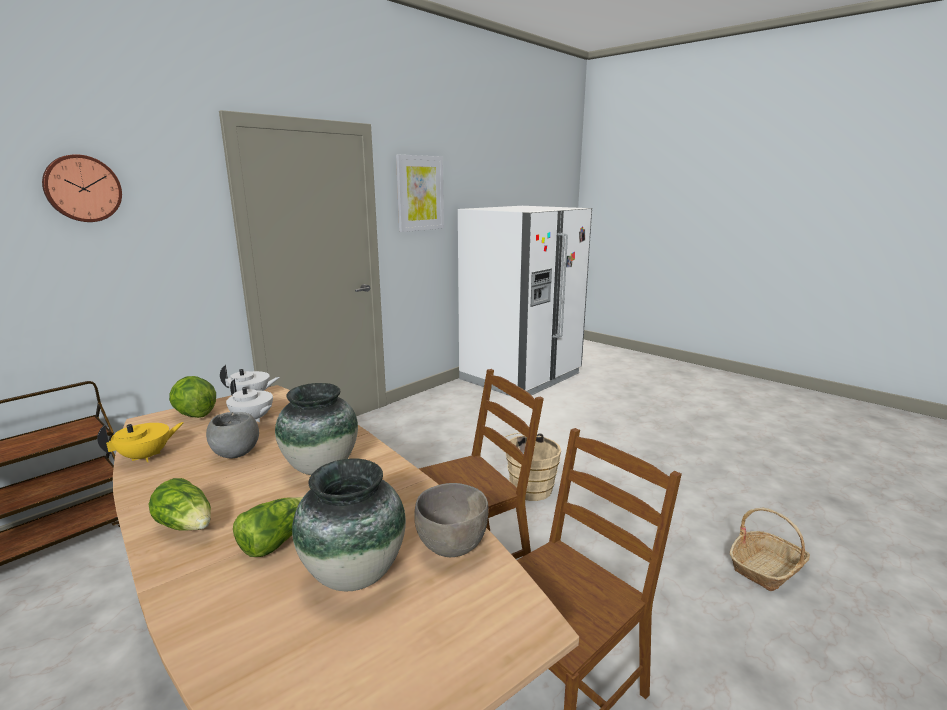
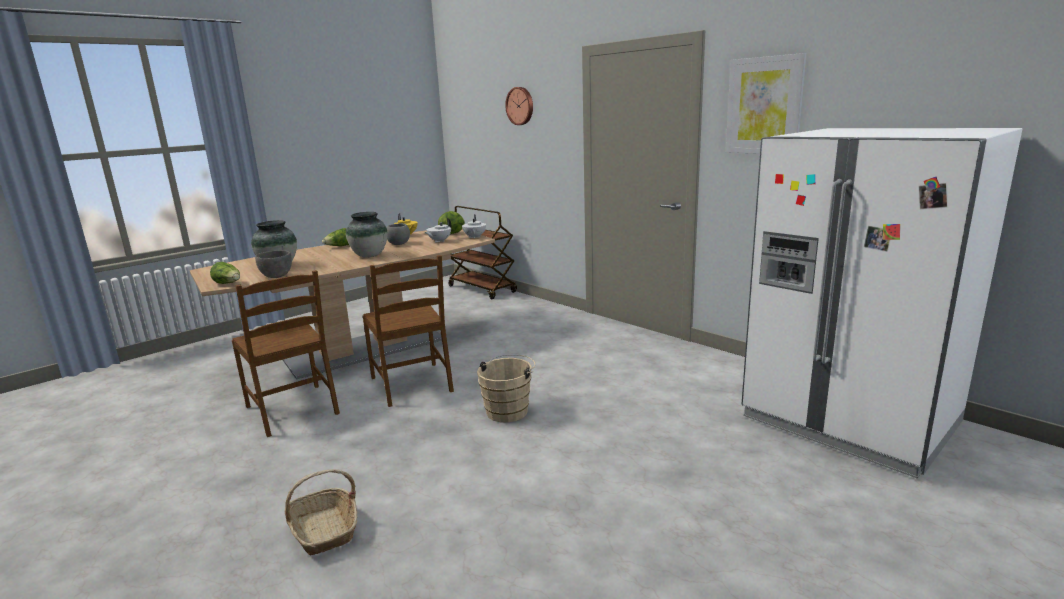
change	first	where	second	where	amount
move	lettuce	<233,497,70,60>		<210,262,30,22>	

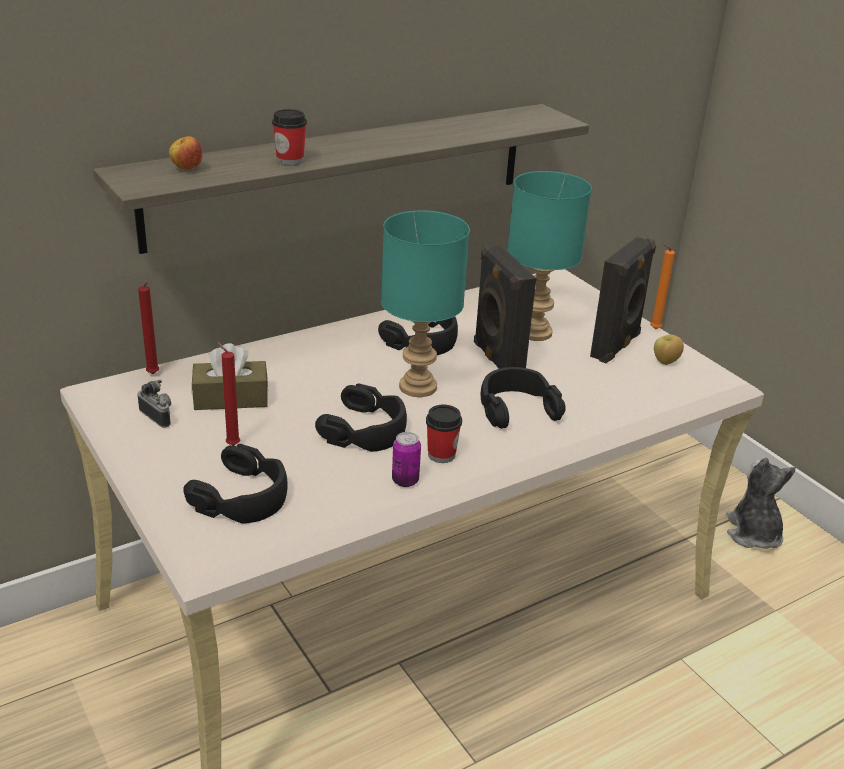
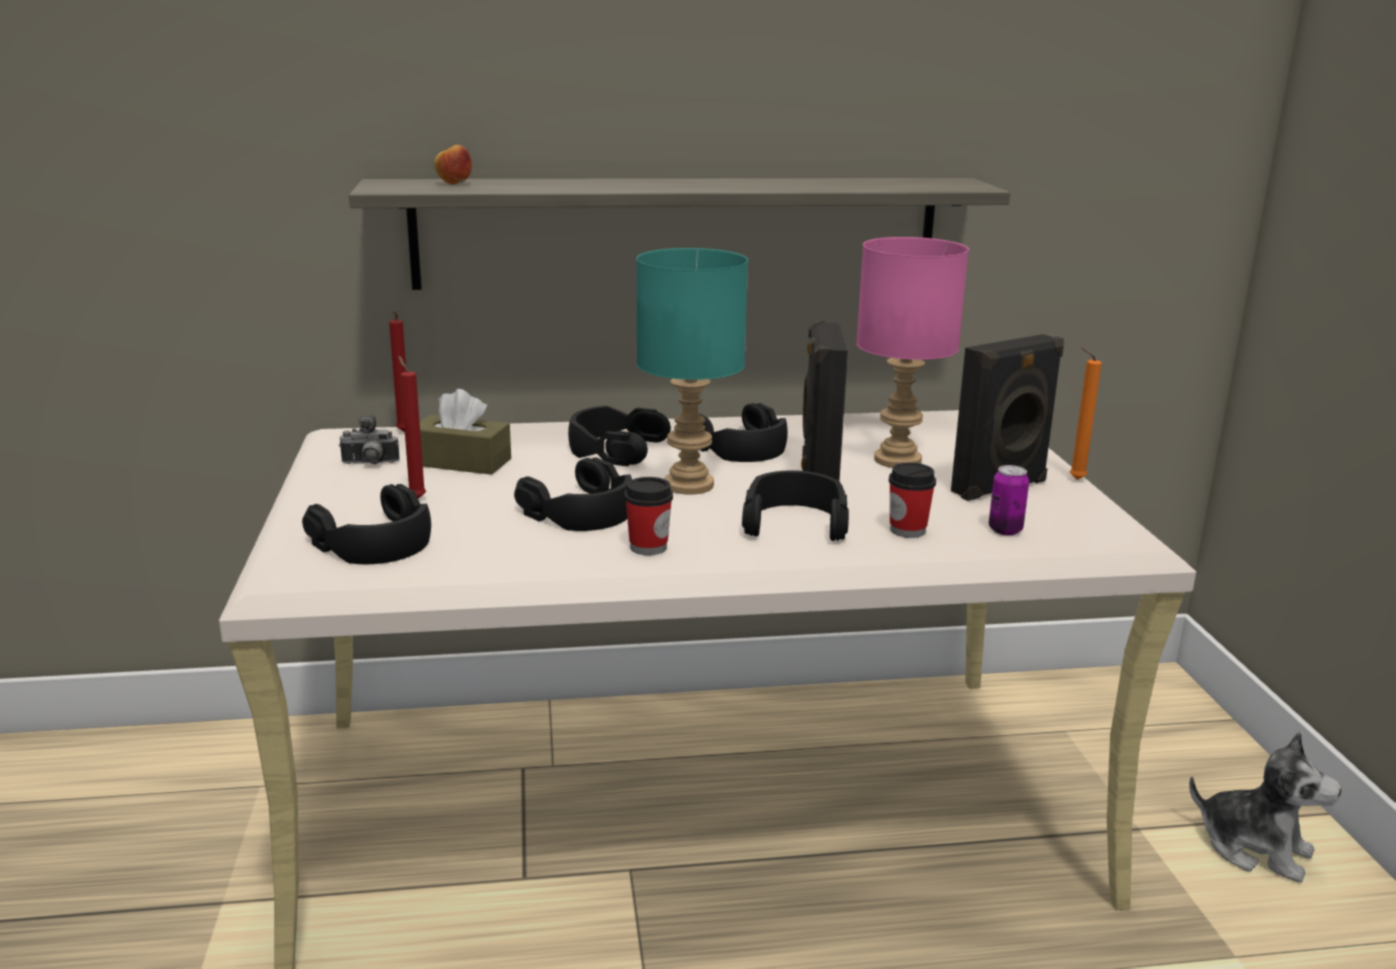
change	first	where	second	where	amount
delete	apple	<654,335,30,30>			
insert			black headphones	<568,406,103,60>	
move	cup	<272,109,35,56>		<889,463,47,75>	
move	can	<392,432,29,55>		<989,465,40,70>	
recolor	turquoise table lamp	<507,171,85,170>	pink table lamp	<856,237,113,231>	
rotate	photo camera	<138,380,33,48>		<339,414,61,50>	105 degrees clockwise
rotate	plush toy	<726,457,70,92>		<1189,732,152,151>	105 degrees clockwise

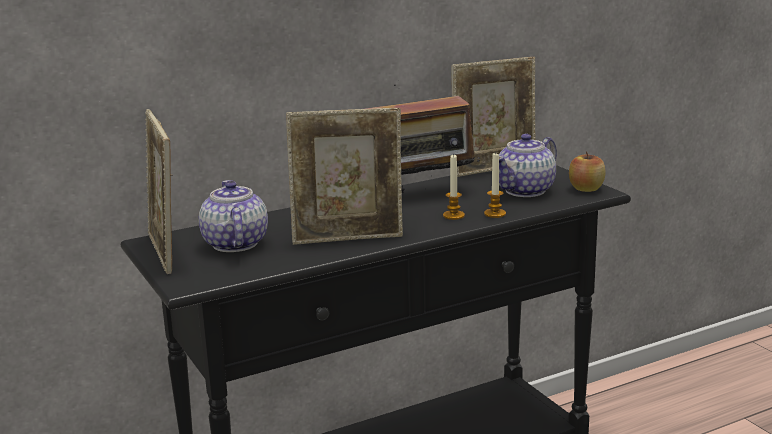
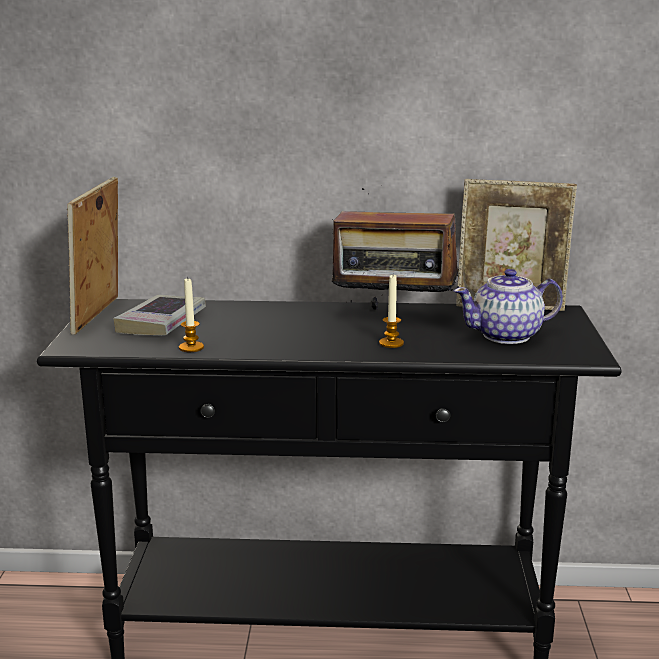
change	first	where	second	where	amount
delete	picture frame	<286,108,117,137>			
delete	apple	<569,151,36,41>			
move	candle	<484,153,22,65>		<179,278,25,74>	
replace	teapot	<199,180,69,72>	book	<113,295,93,40>	

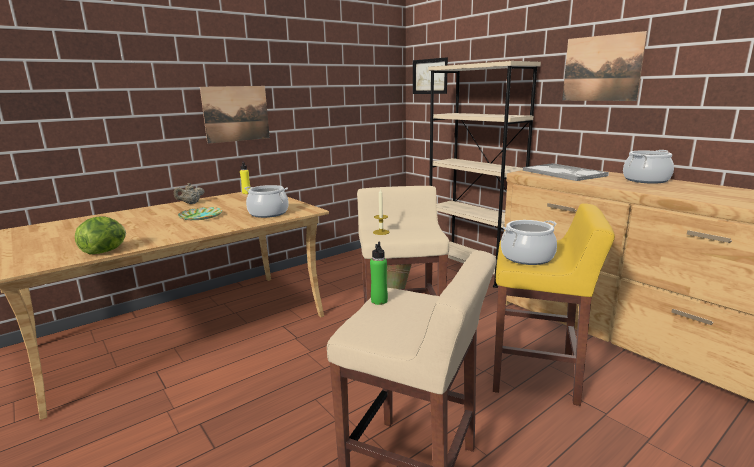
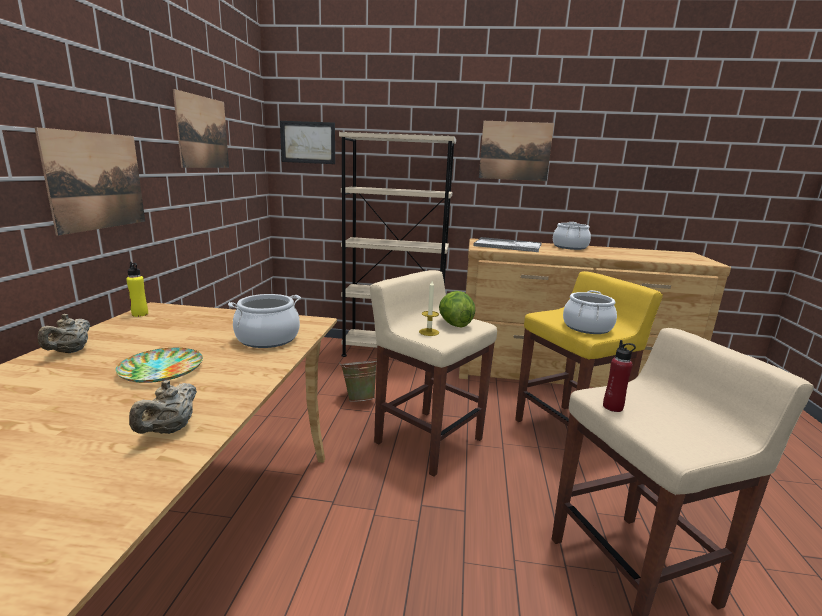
change	first	where	second	where	amount
insert			beige teapot	<129,380,68,54>	
insert			picture	<173,89,56,79>	
move	lettuce	<75,216,51,38>		<439,291,36,37>	
recolor	green bottle	<370,241,18,64>	red bottle	<603,340,33,72>	

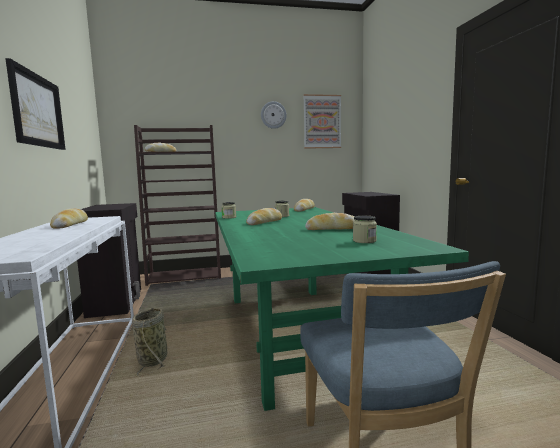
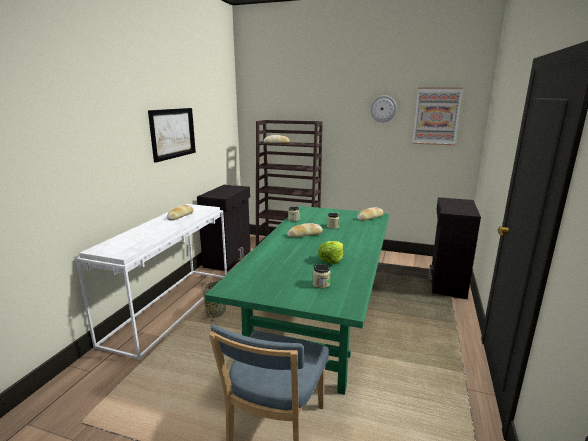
change	first	where	second	where	amount
replace	bread	<305,213,50,17>	lettuce	<318,241,25,23>	

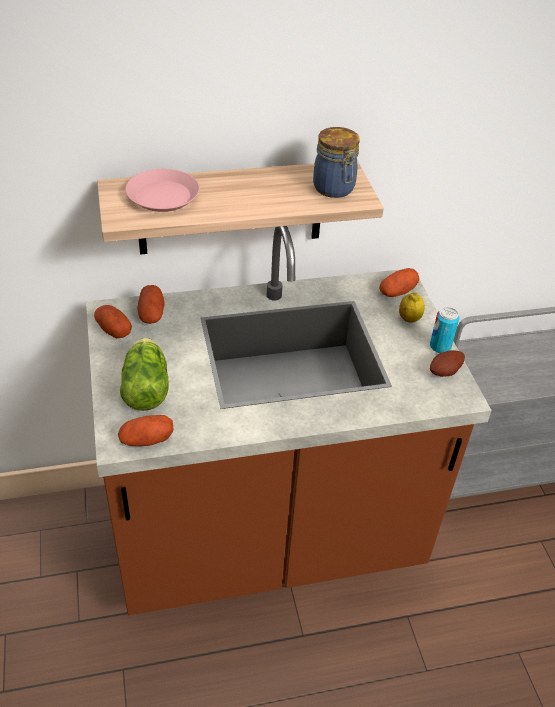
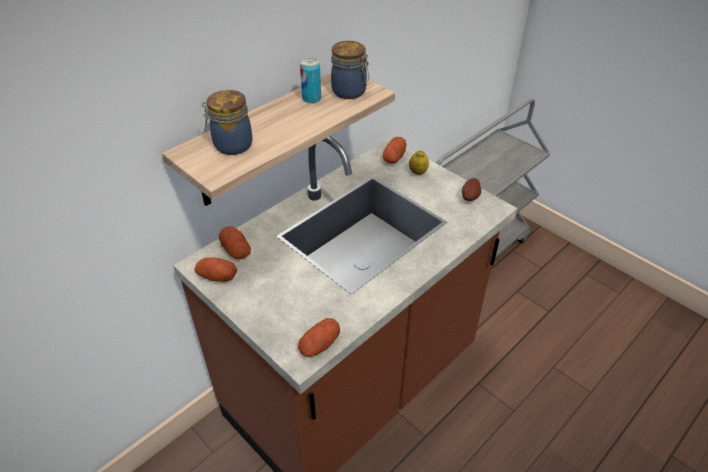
change	first	where	second	where	amount
delete	lettuce	<120,338,49,73>			
move	can	<430,307,29,46>		<300,58,21,45>	
replace	pink plate	<125,169,75,43>	jar	<202,90,51,65>	

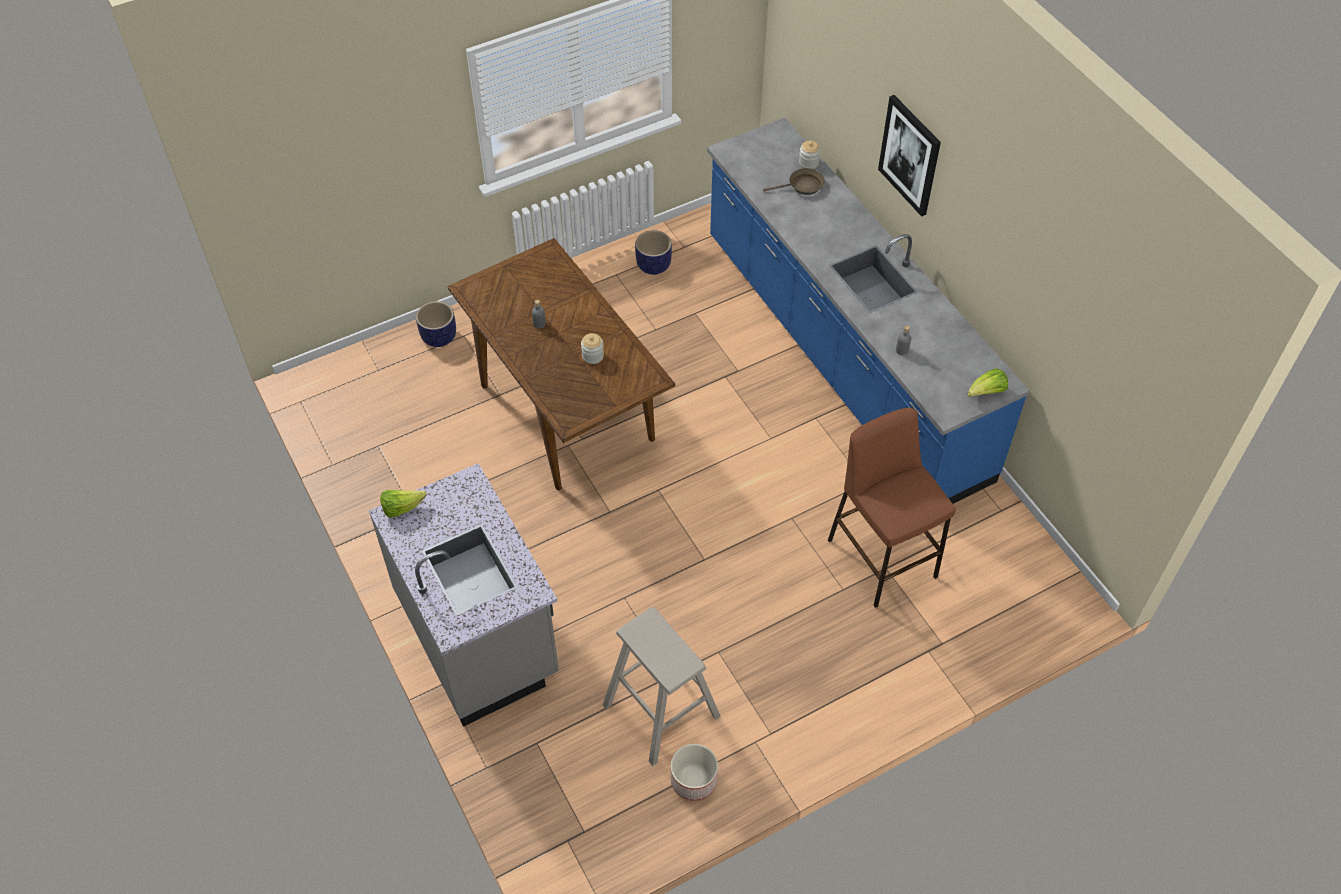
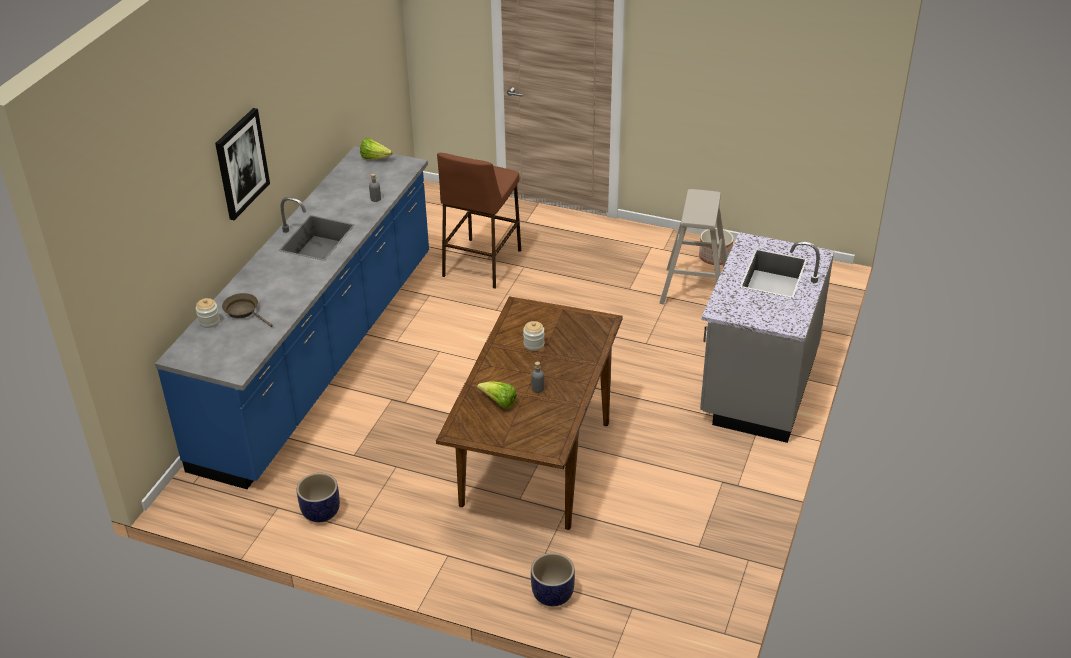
change	first	where	second	where	amount
move	lettuce	<380,490,47,28>		<477,381,40,28>	

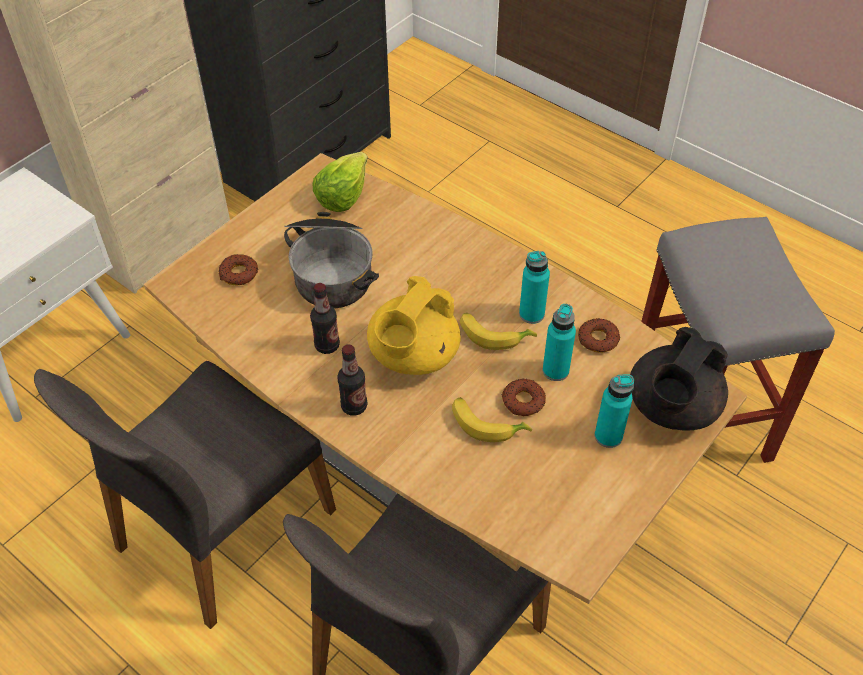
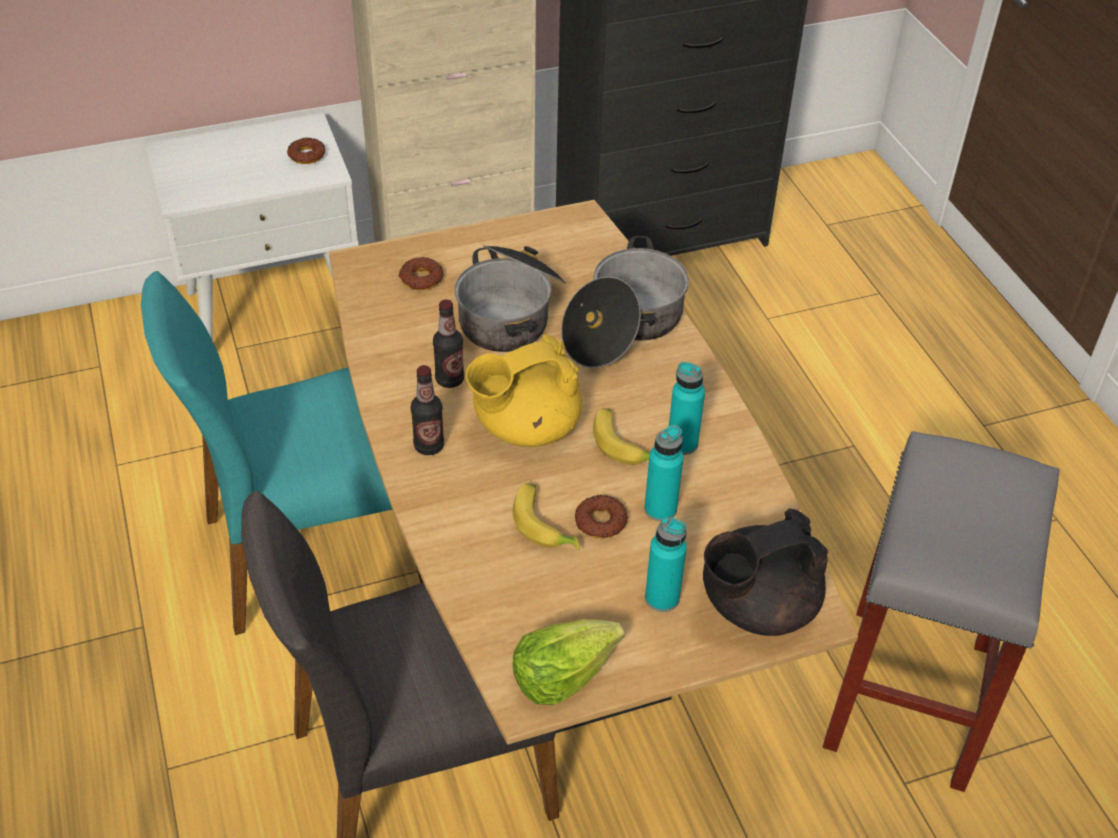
change	first	where	second	where	amount
insert			cooking pot	<561,236,128,132>	
move	lettuce	<313,152,55,60>		<512,619,113,86>	
move	donut	<578,318,42,35>		<287,137,39,27>	
recolor	grey chair	<34,361,302,268>	turquoise chair	<141,271,282,364>	

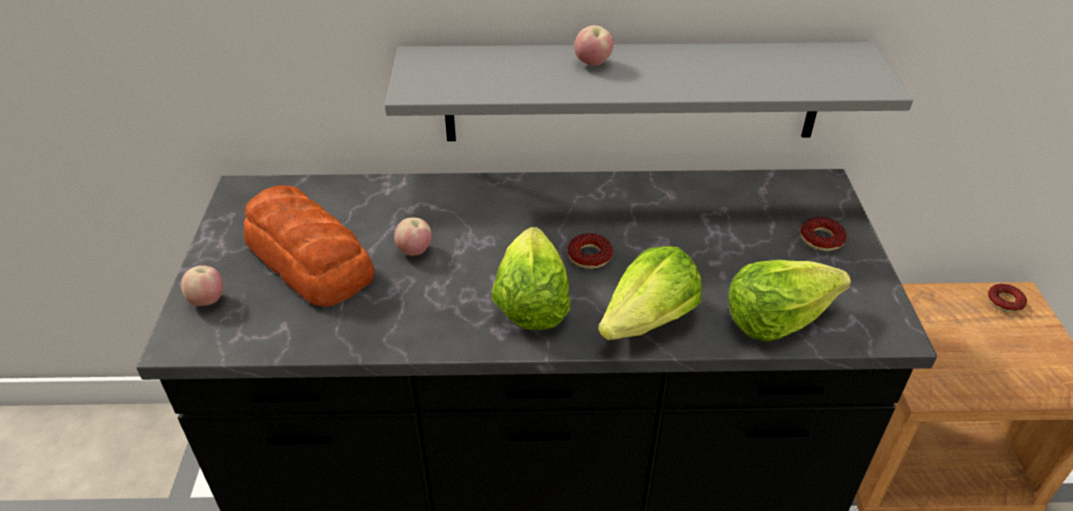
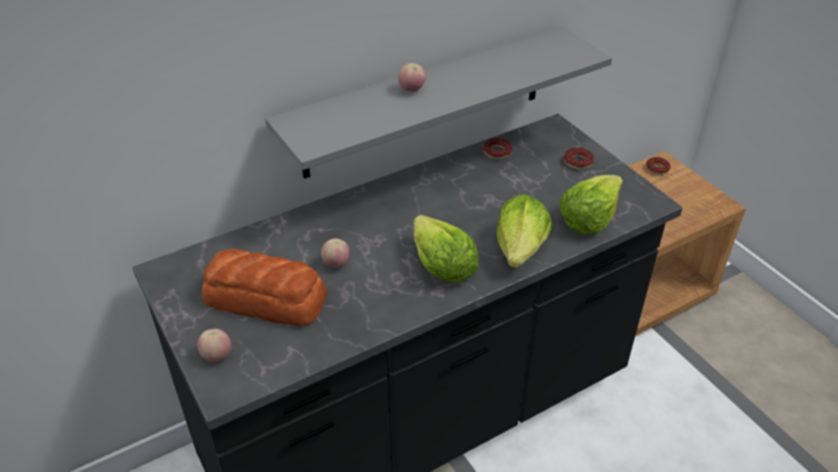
change	first	where	second	where	amount
move	donut	<567,233,46,36>		<483,138,29,21>	

